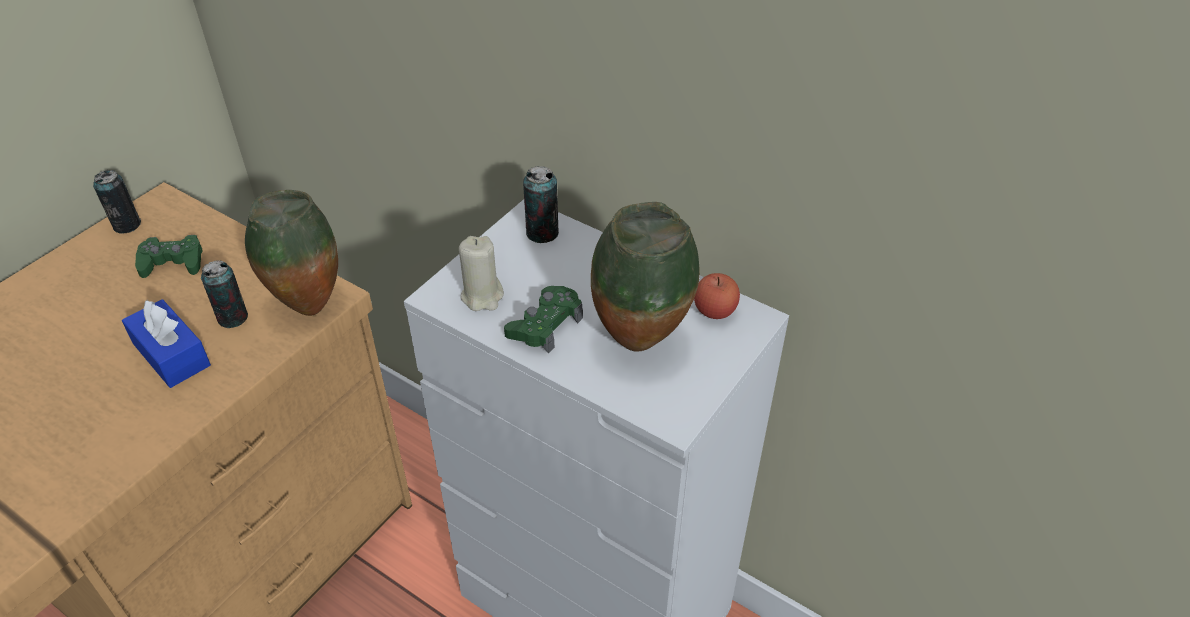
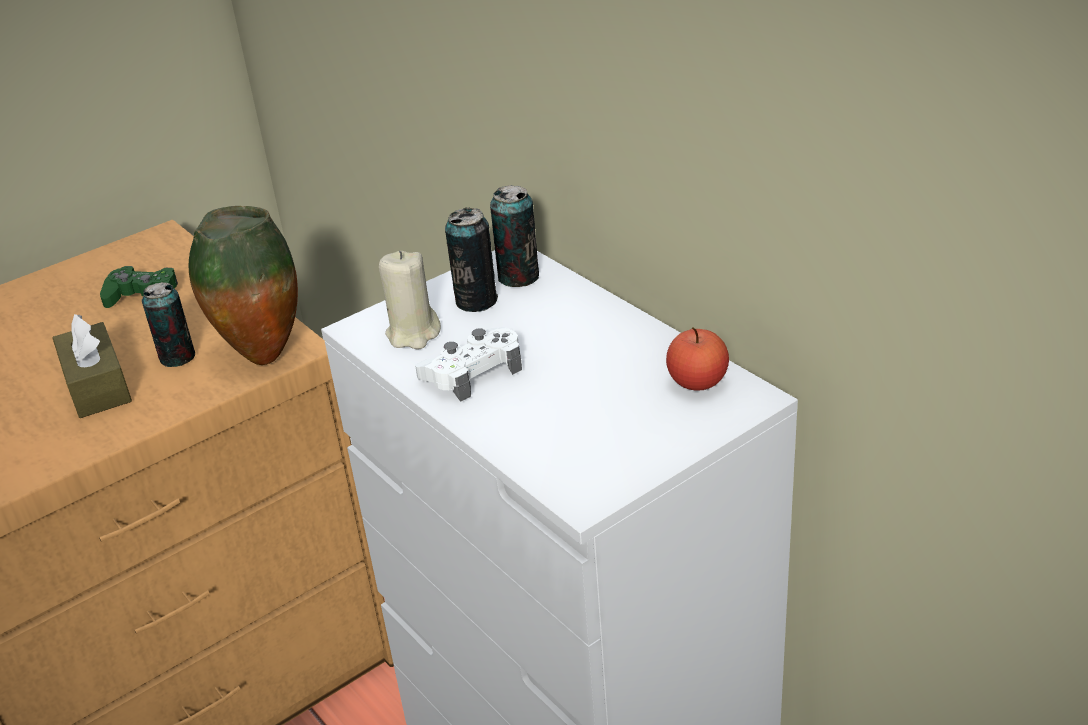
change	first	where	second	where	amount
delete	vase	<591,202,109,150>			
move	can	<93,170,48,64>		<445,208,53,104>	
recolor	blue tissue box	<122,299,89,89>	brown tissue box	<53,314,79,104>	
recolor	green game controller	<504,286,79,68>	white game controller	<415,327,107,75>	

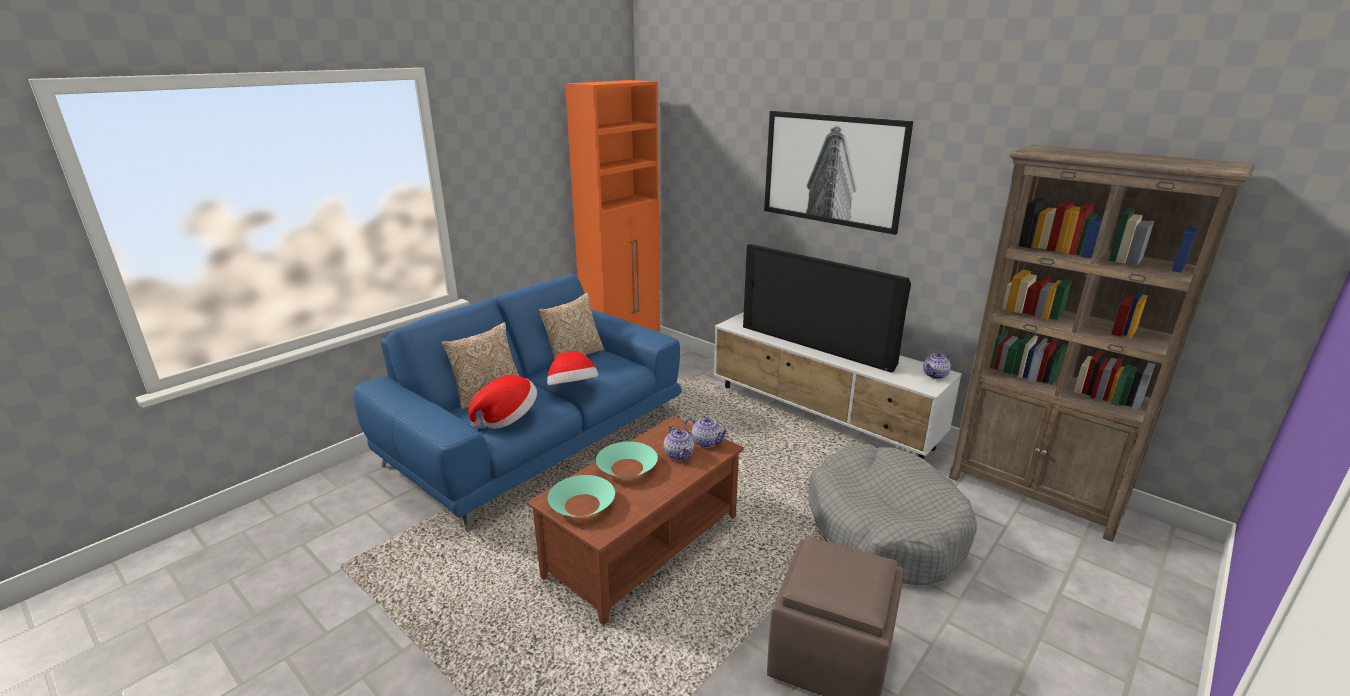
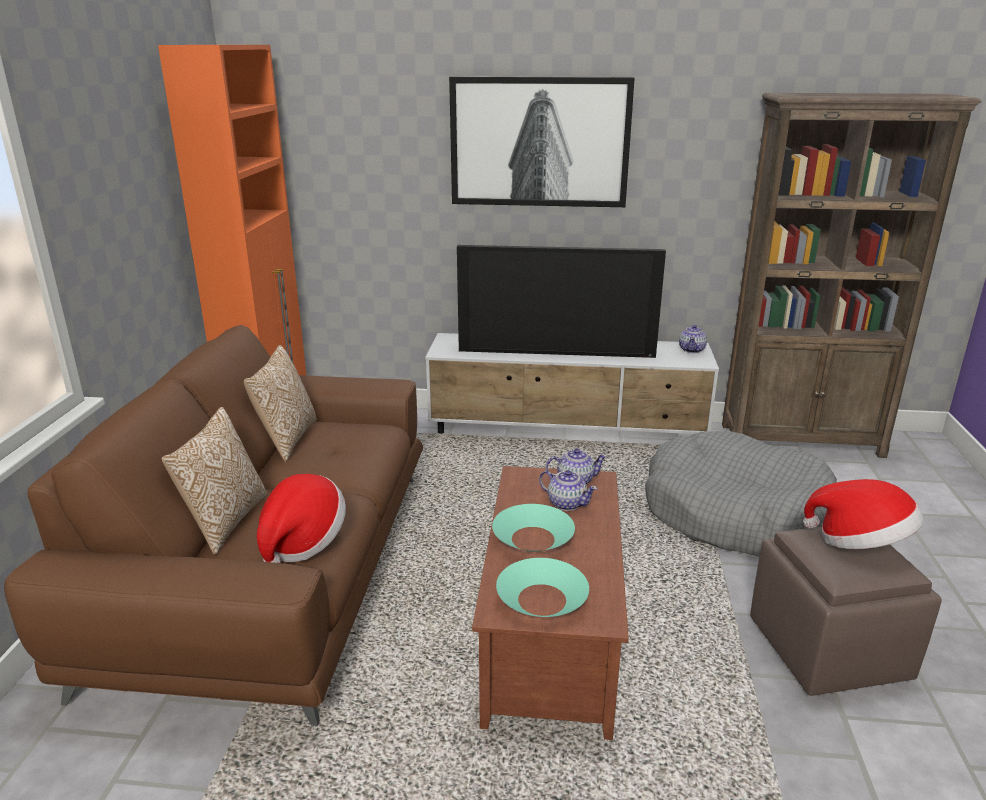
change	first	where	second	where	amount
move	hat	<547,351,52,34>		<803,479,120,70>	
recolor	blue sofa	<353,274,329,258>	brown sofa	<4,325,419,401>	

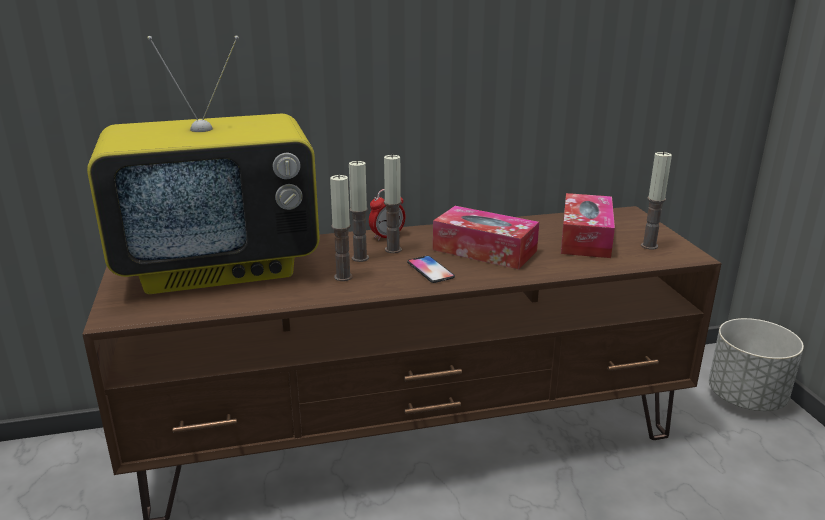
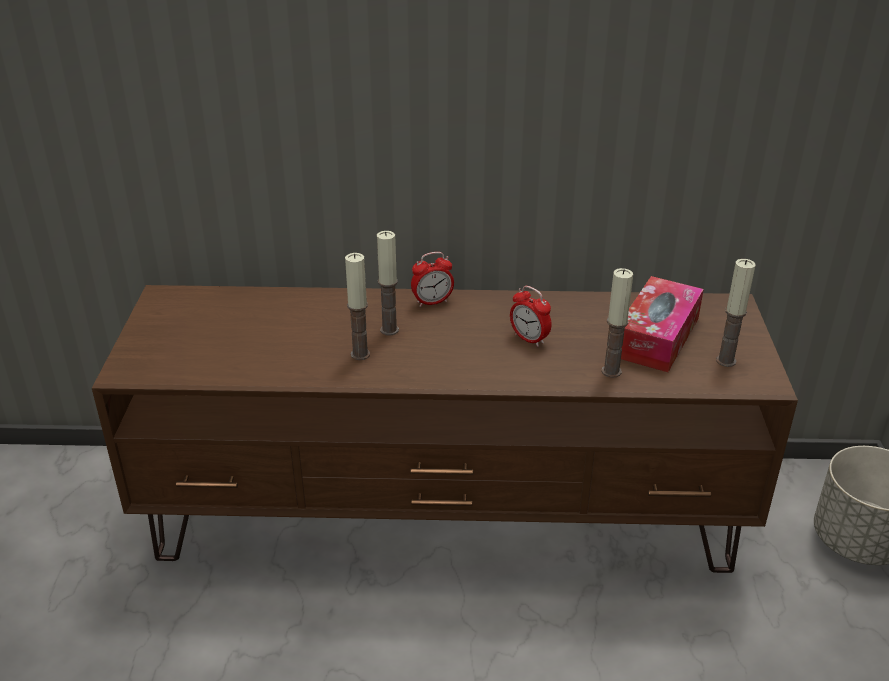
change	first	where	second	where	amount
delete	television	<87,36,232,258>			
delete	phone	<407,256,48,27>			
move	candle	<384,154,18,99>		<601,268,32,110>	
replace	tissue box	<433,206,106,64>	alarm clock	<510,286,42,61>	

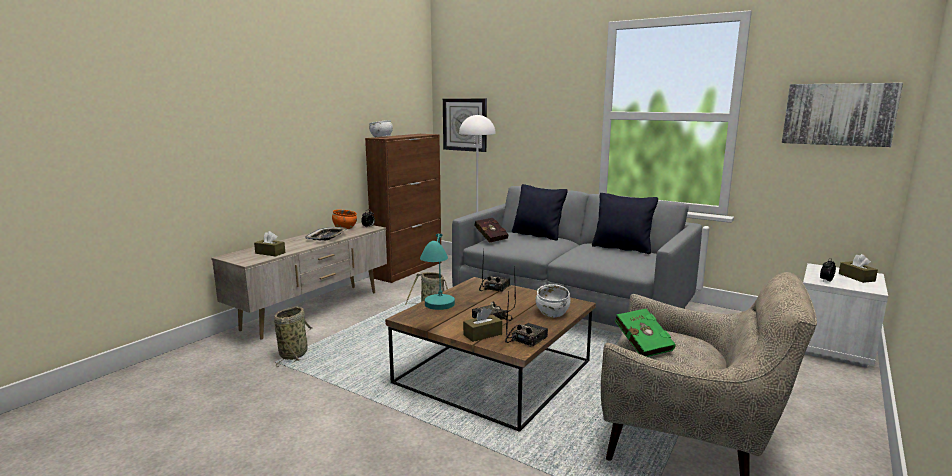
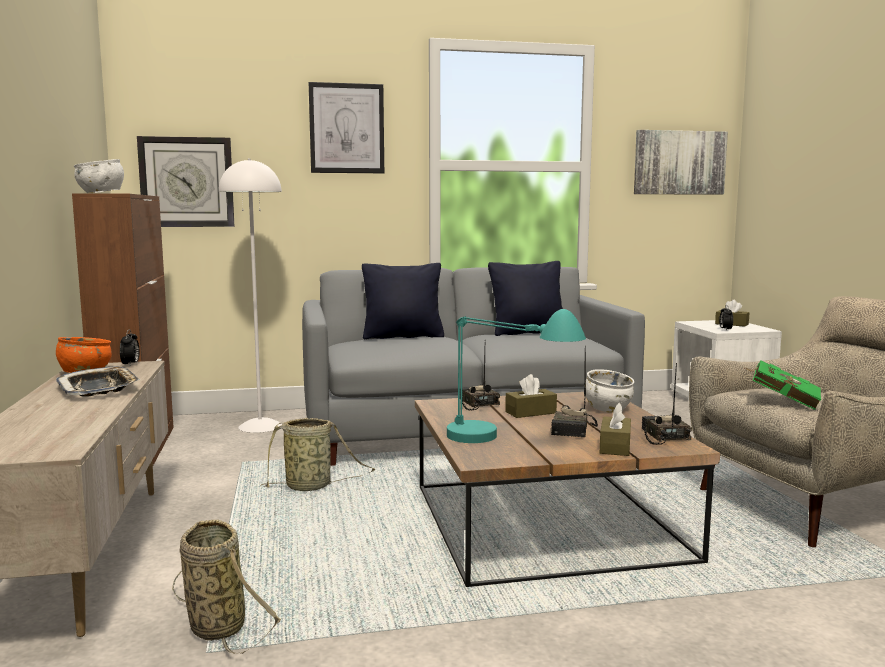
change	first	where	second	where	amount
delete	red book	<474,218,34,25>			
insert			picture	<309,82,75,91>	
move	brown tissue box	<254,231,31,25>		<505,374,52,44>	

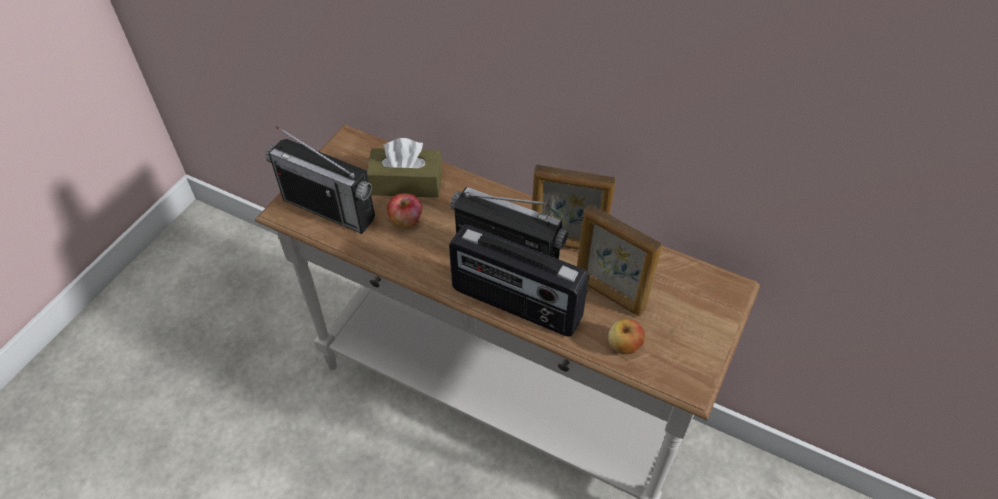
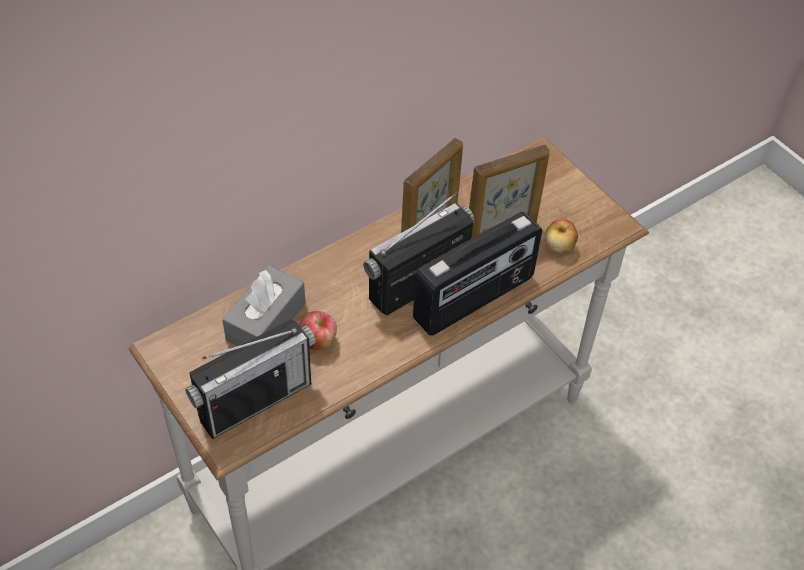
change	first	where	second	where	amount
recolor	brown tissue box	<367,138,75,60>	grey tissue box	<222,265,83,81>	

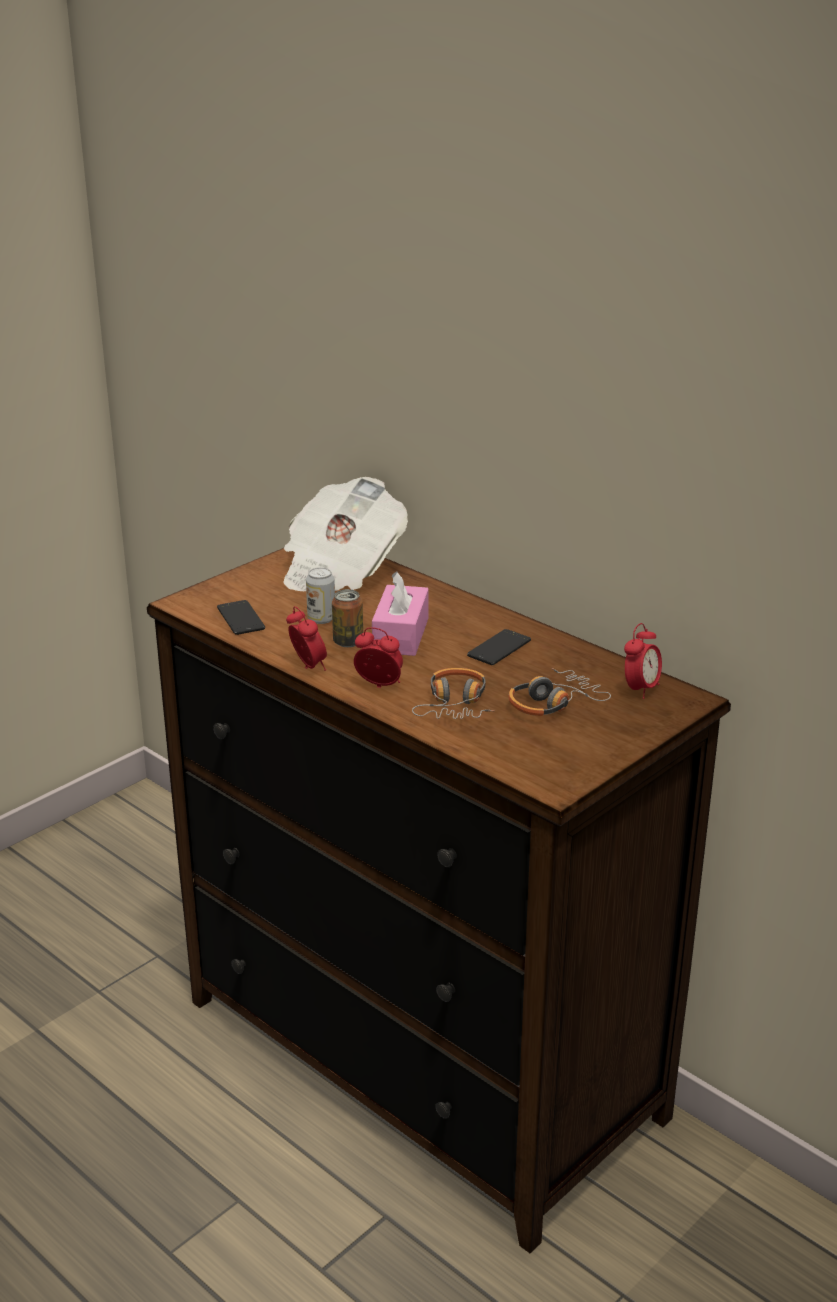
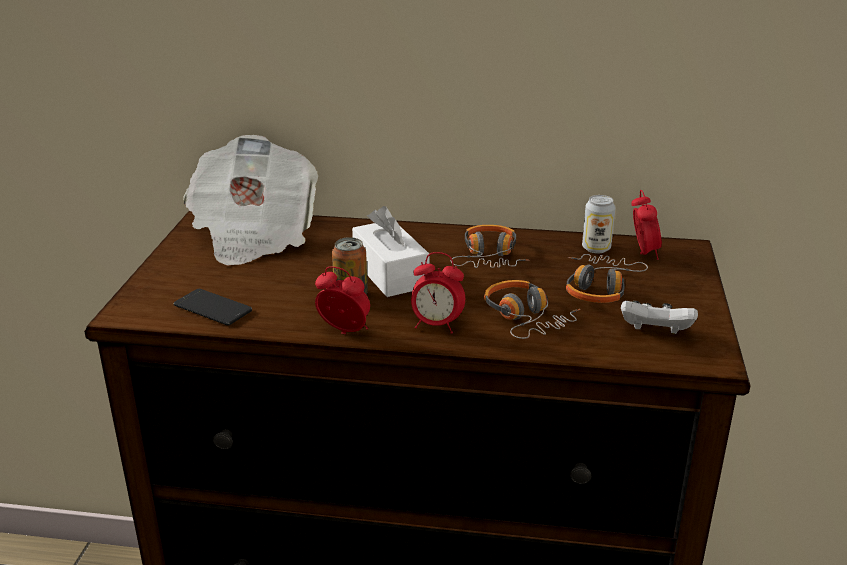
change	first	where	second	where	amount
insert			white game controller	<621,301,77,33>	
move	can	<306,567,29,57>		<582,195,33,59>	
replace	phone	<467,629,64,36>	headphones	<450,225,79,43>	
recolor	pink tissue box	<372,571,57,85>	white tissue box	<352,206,77,91>	
rotate	alarm clock	<354,627,49,61>		<411,252,54,82>	150 degrees counterclockwise

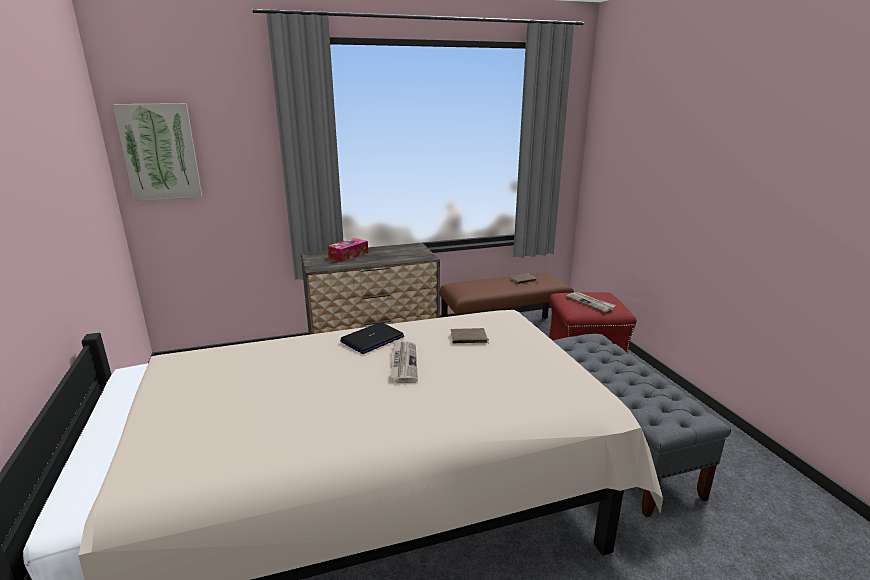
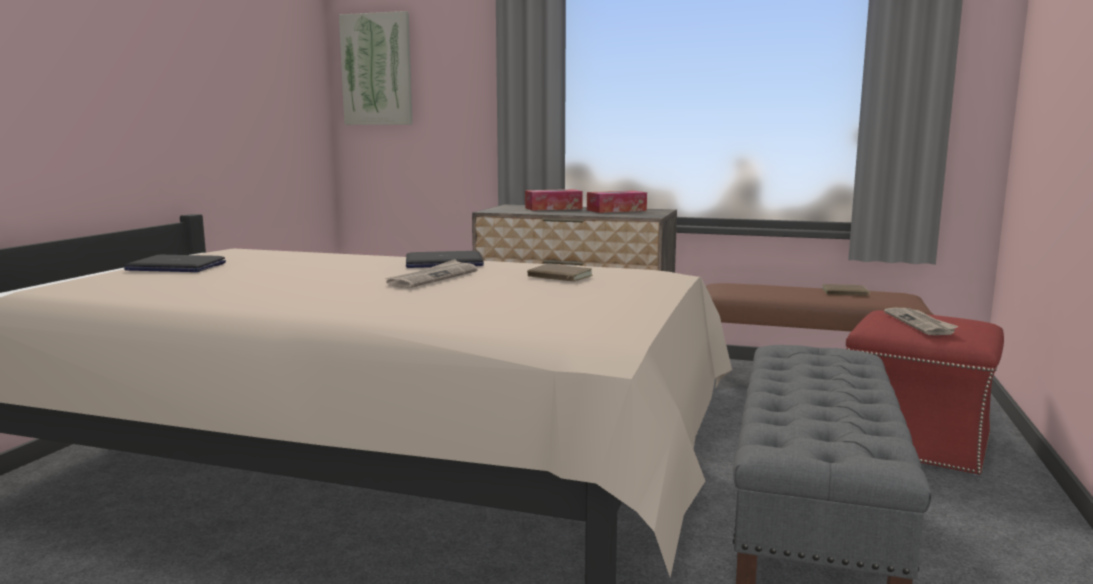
change	first	where	second	where	amount
insert			laptop	<124,255,102,17>	
insert			tissue box	<587,191,60,22>	

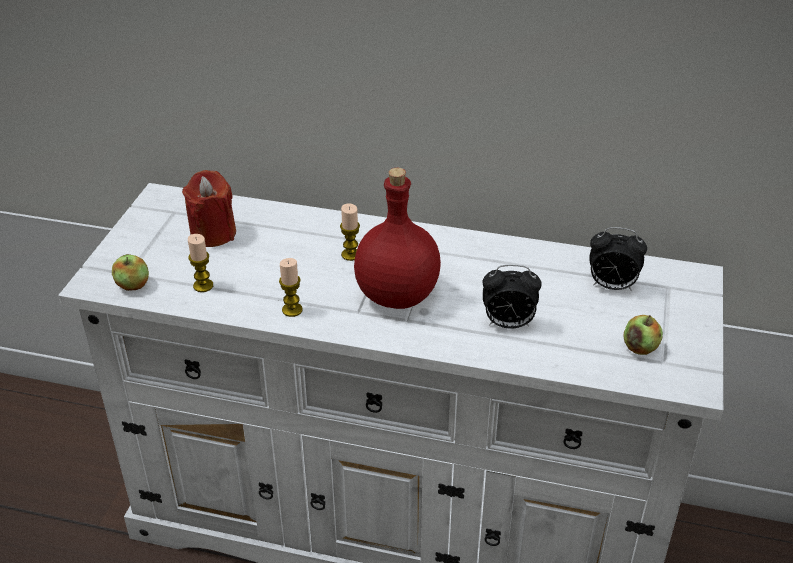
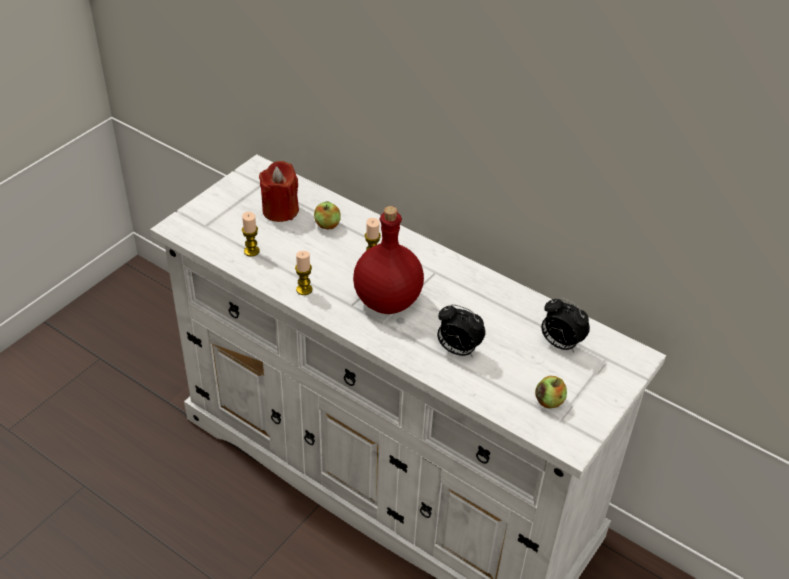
change	first	where	second	where	amount
move	apple	<112,254,37,37>		<314,202,27,27>	

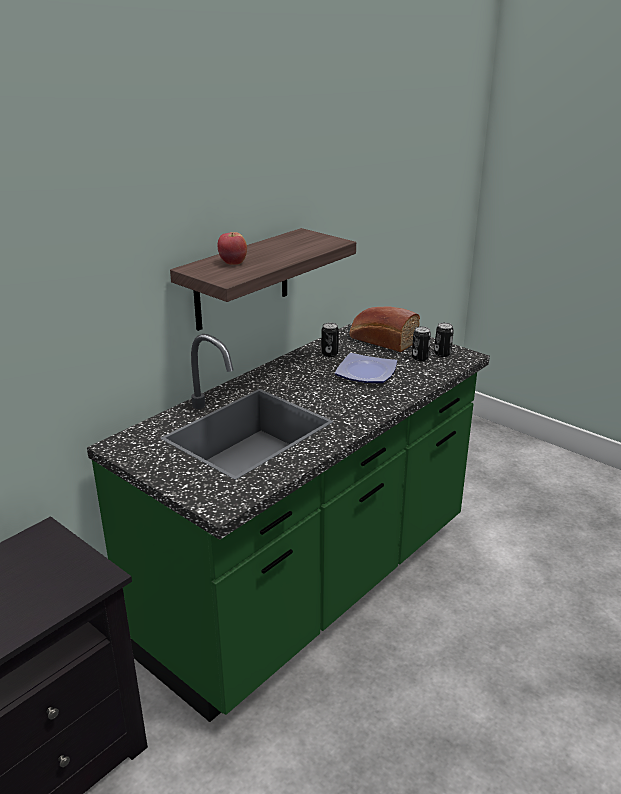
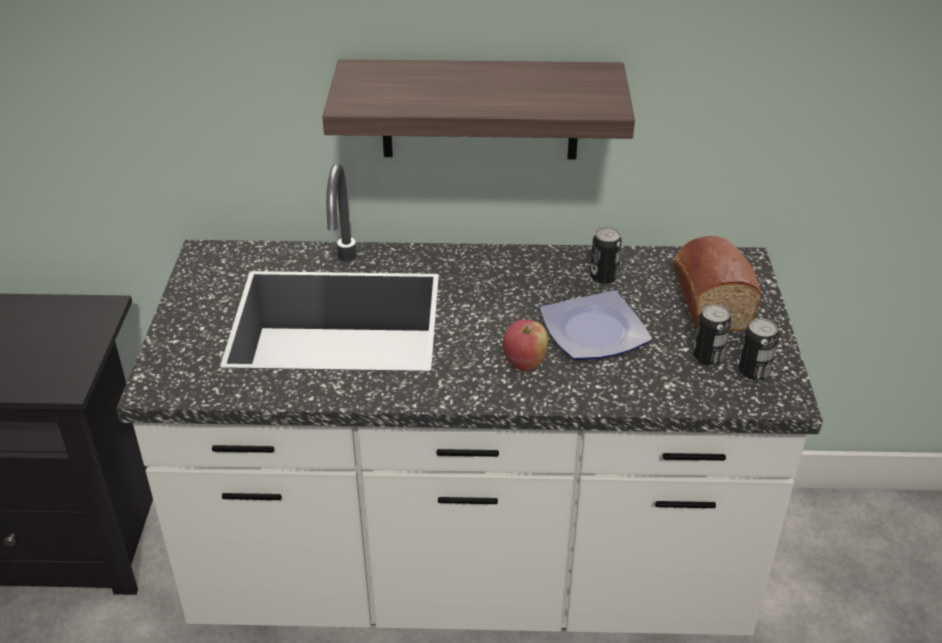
change	first	where	second	where	amount
move	apple	<217,232,30,33>		<503,319,45,52>	
recolor	green counter	<87,323,403,399>	white counter	<116,164,707,471>	

